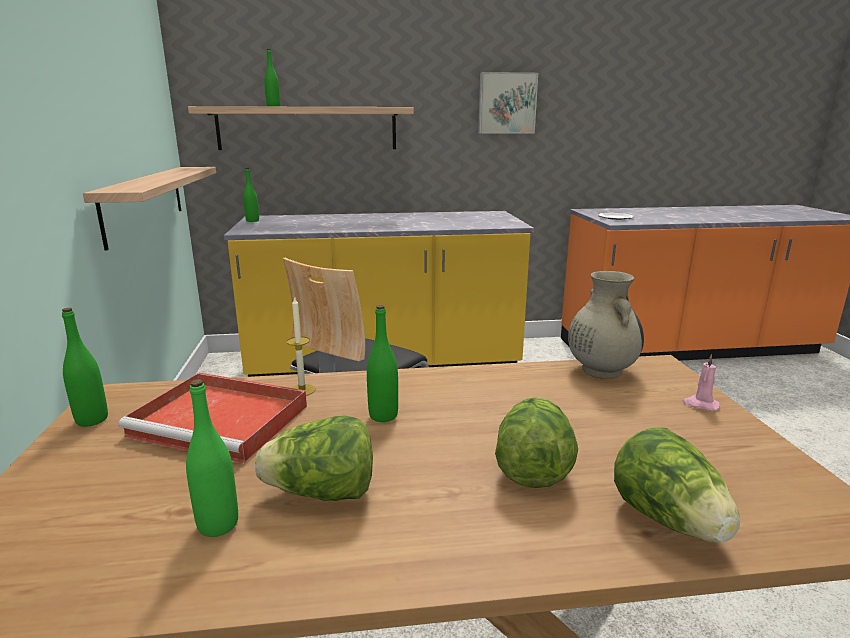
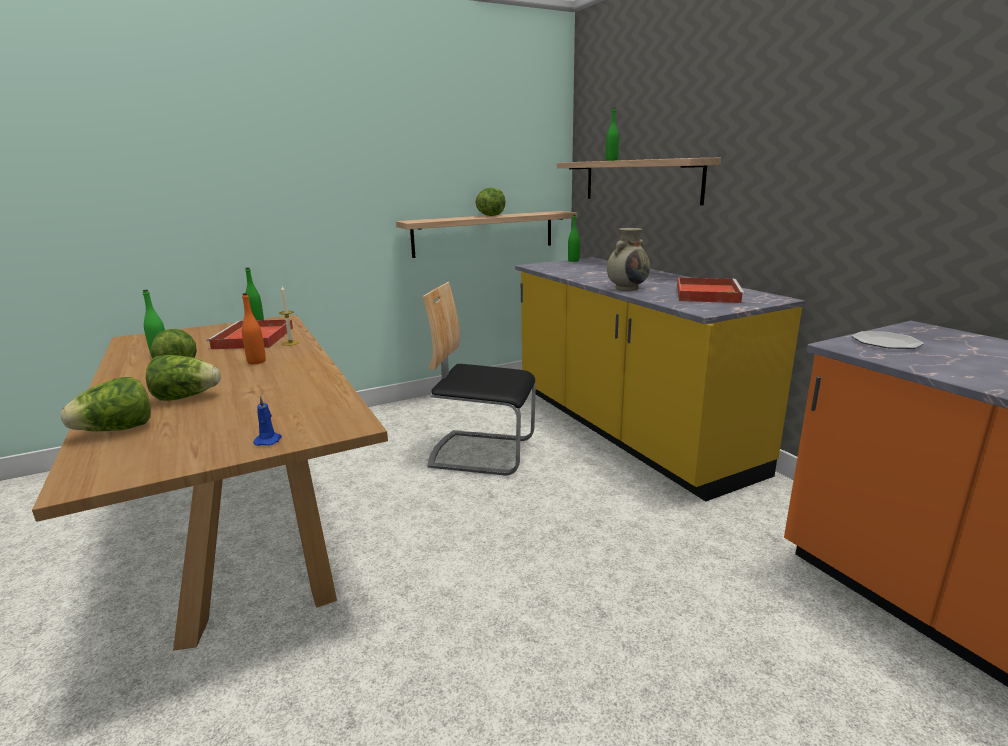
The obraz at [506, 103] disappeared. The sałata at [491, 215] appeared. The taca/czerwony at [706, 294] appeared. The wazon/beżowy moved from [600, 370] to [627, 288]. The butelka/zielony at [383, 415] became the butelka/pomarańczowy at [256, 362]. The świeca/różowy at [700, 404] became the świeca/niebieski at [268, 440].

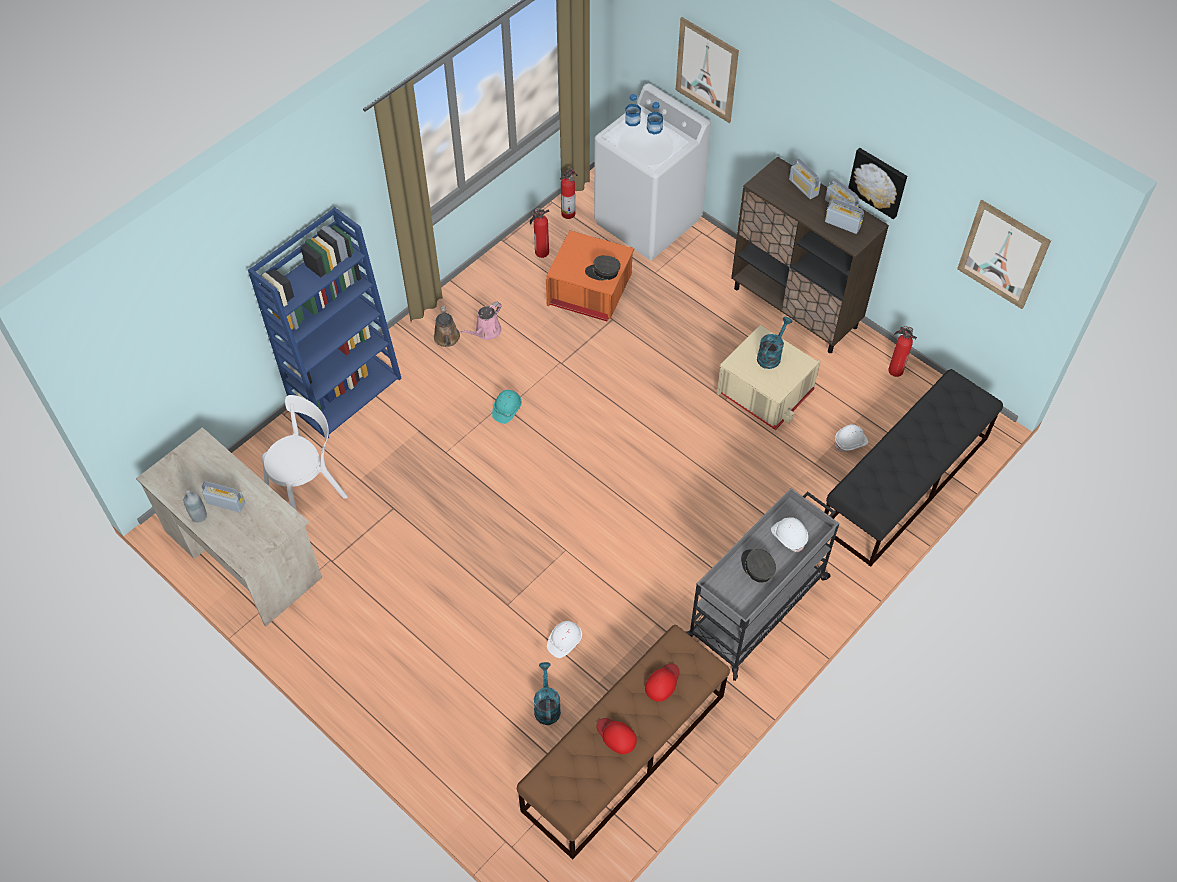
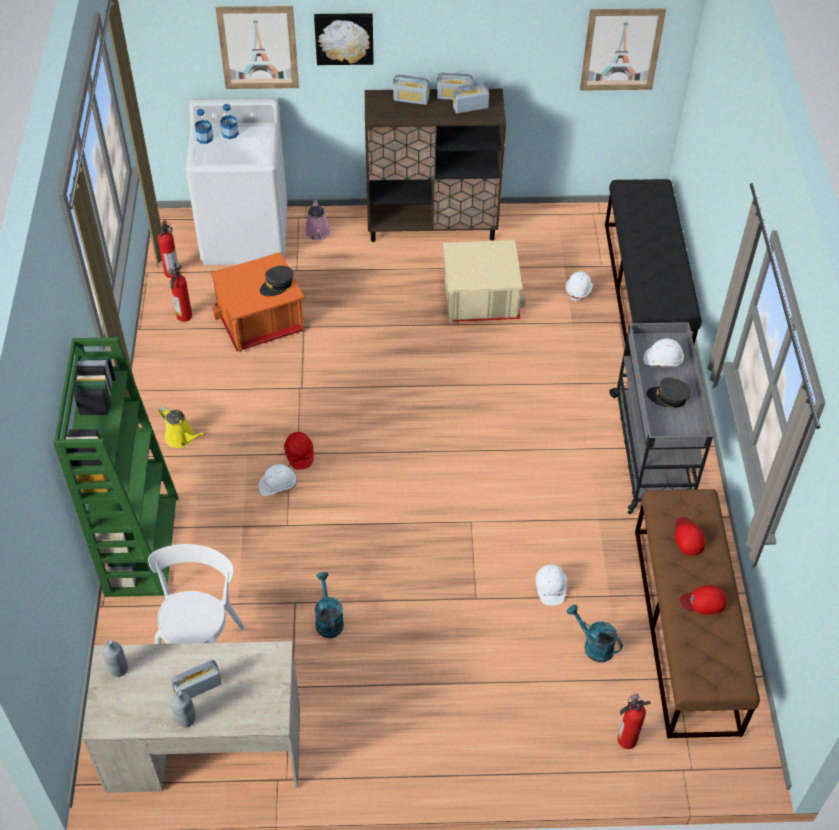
The butelka/szary at [118, 669] appeared. The kask/biały at [277, 485] appeared. The konewka/różowy moved from [486, 332] to [318, 233]. The konewka/turkusowy moved from [771, 355] to [328, 619]. The obraz moved from [878, 182] to [344, 37]. The gaśnica moved from [894, 370] to [625, 740]. The regał/niebieski at [346, 392] became the regał/zielony at [141, 544]. The konewka/brązowy at [447, 339] became the konewka/żółty at [181, 437]. The kask/turkusowy at [507, 409] became the kask/czerwony at [299, 454].

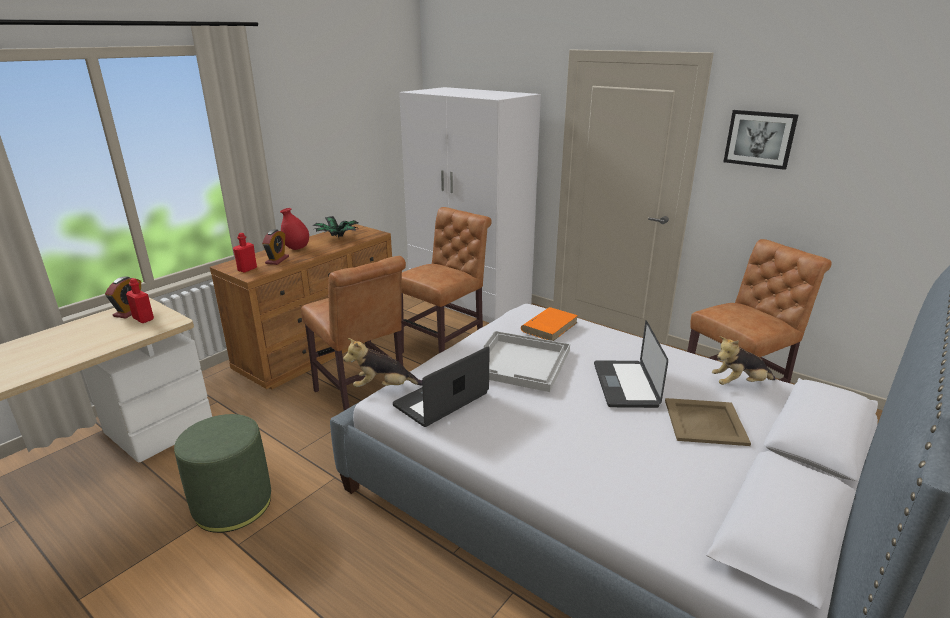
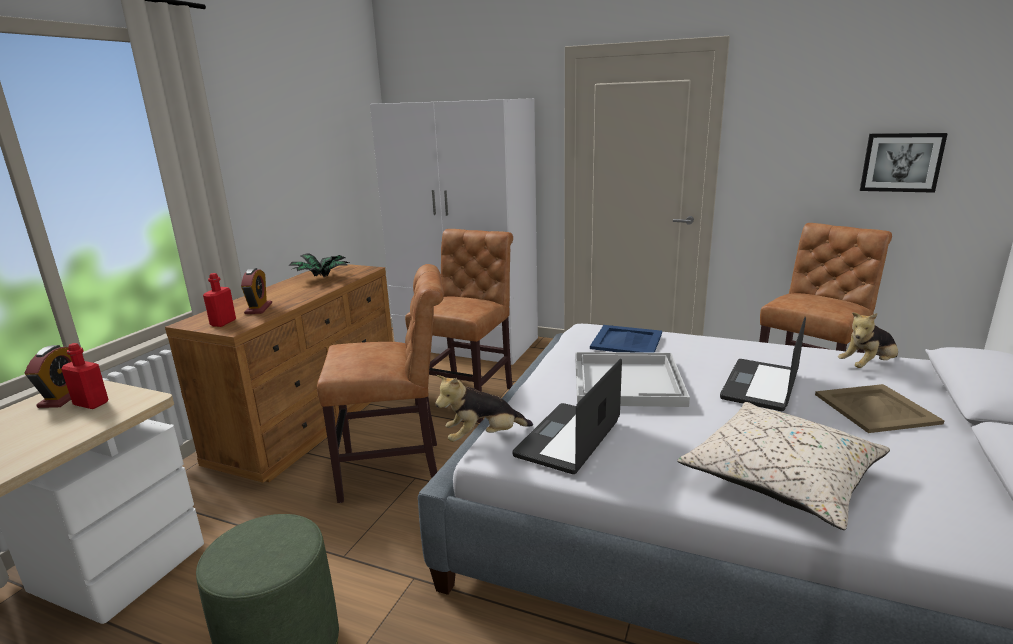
The wazon/czerwony at [297, 248] disappeared. The poduszka/beżowy at [782, 478] appeared. The obraz moved from [759, 139] to [901, 162]. The książka/pomarańczowy at [549, 326] was replaced by the taca/niebieski at [627, 341]. The krzesło/brązowy at [362, 398] turned 45 degrees counterclockwise. The laptop at [625, 385] turned 45 degrees clockwise.

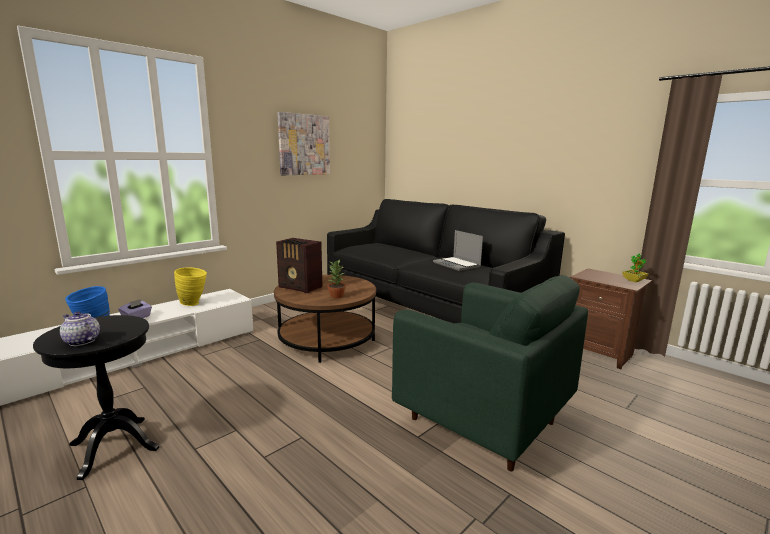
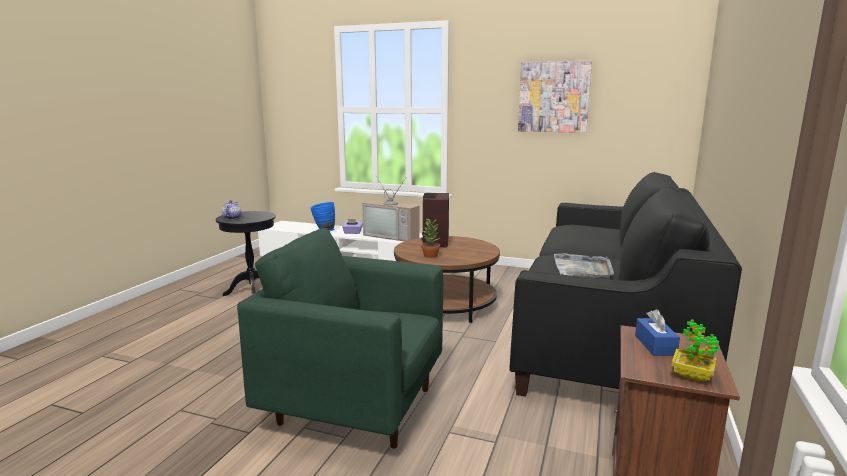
The pudełko chusteczek/niebieski at [655, 345] appeared. The wazon/żółty at [194, 304] was replaced by the telewizor at [393, 236]. The laptop at [457, 265] was replaced by the taca/szary at [583, 269]. The fotel/zielony at [483, 422] turned 90 degrees clockwise.

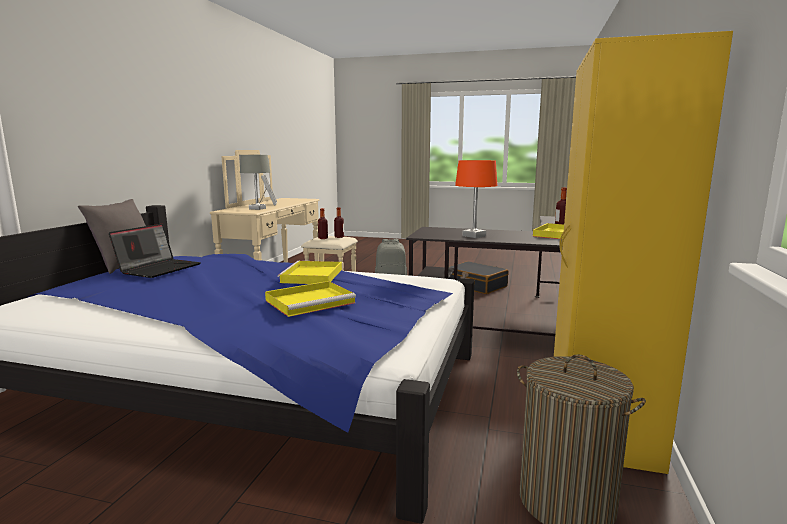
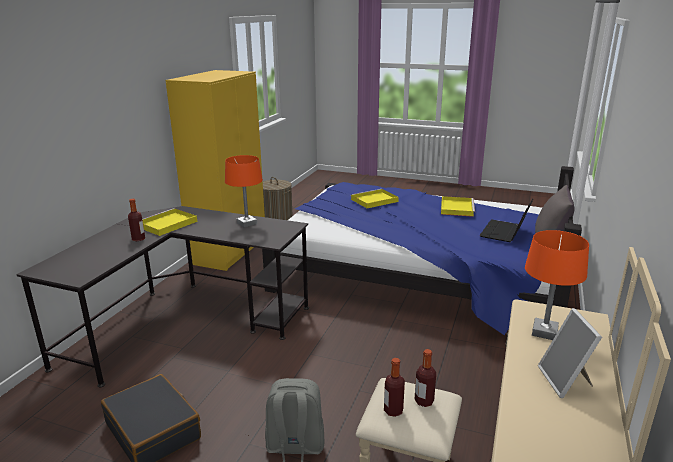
The taca/żółty moved from [312, 276] to [456, 208]. The lampa stołowa/szary at [257, 208] became the lampa stołowa/pomarańczowy at [544, 332].

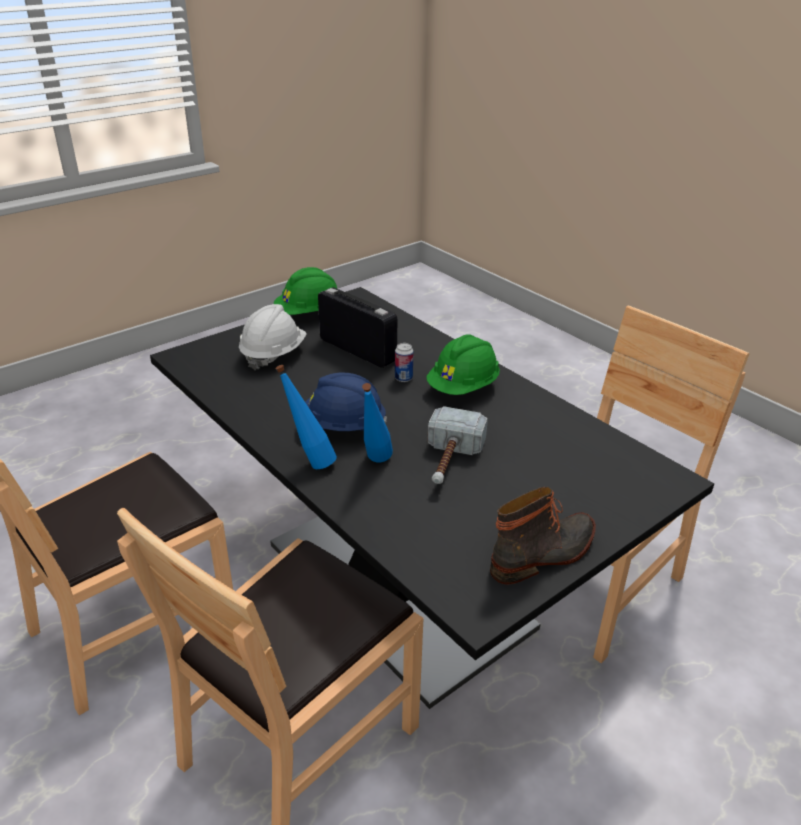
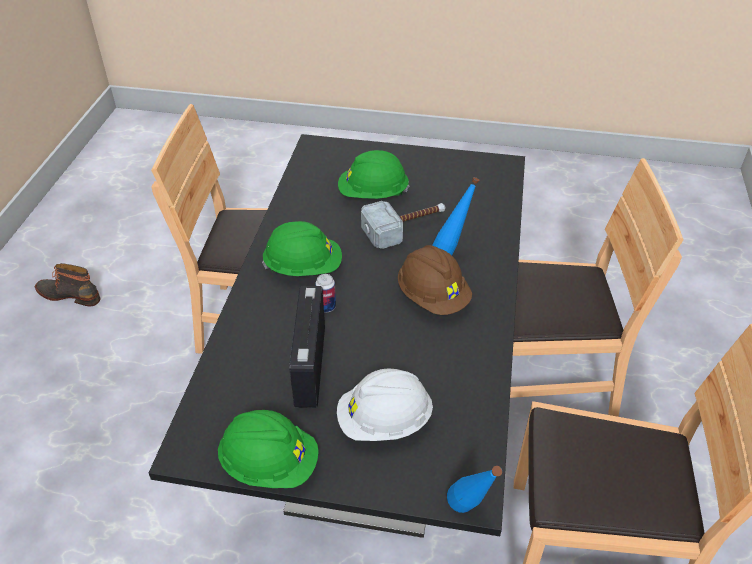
The kask/zielony at [373, 194] appeared. The butelka/niebieski moved from [309, 462] to [469, 515]. The but z cholewką moved from [544, 555] to [70, 294]. The kask/niebieski at [342, 427] became the kask/brązowy at [432, 297].

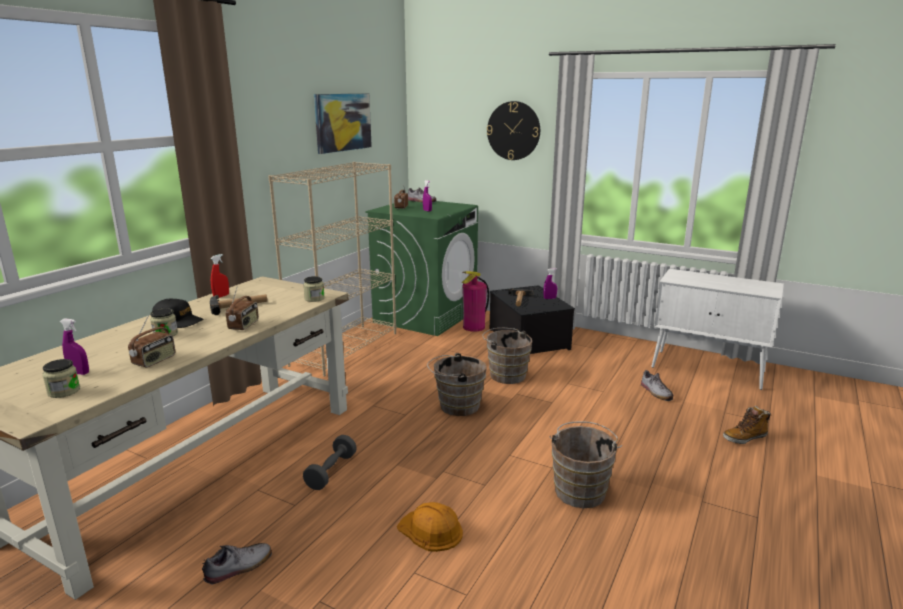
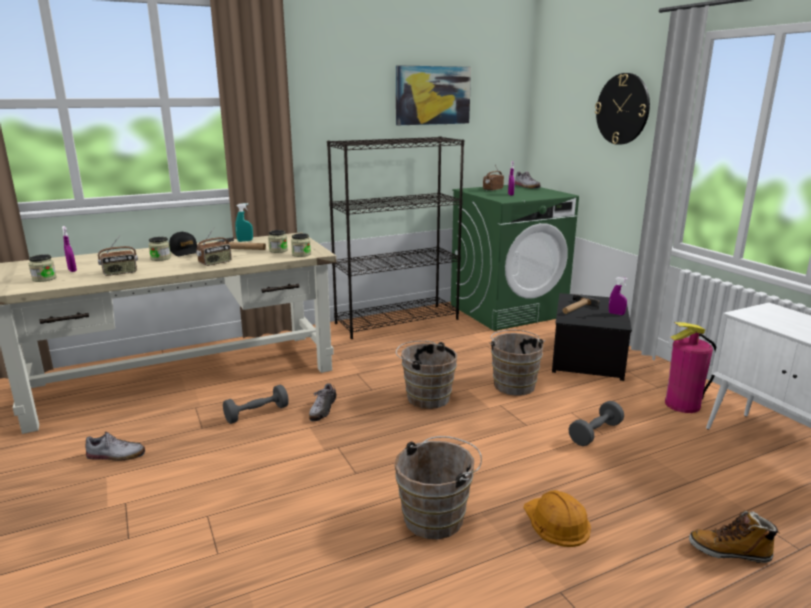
The słoik at [278, 250] appeared. The hantel/szary at [595, 433] appeared. The kask/pomarańczowy moved from [430, 530] to [556, 522]. The gaśnica moved from [474, 327] to [682, 405]. The but moved from [656, 392] to [322, 410]. The spryskiwacz/czerwony at [221, 296] became the spryskiwacz/turkusowy at [245, 241]. The regał/beżowy at [345, 348] became the regał/czarny at [397, 321].

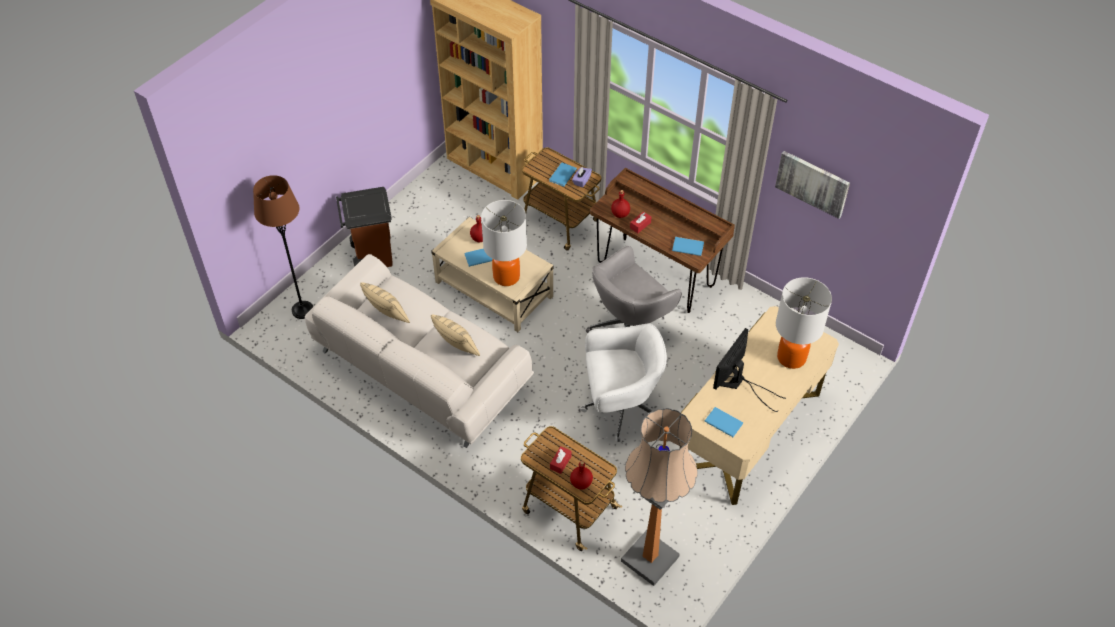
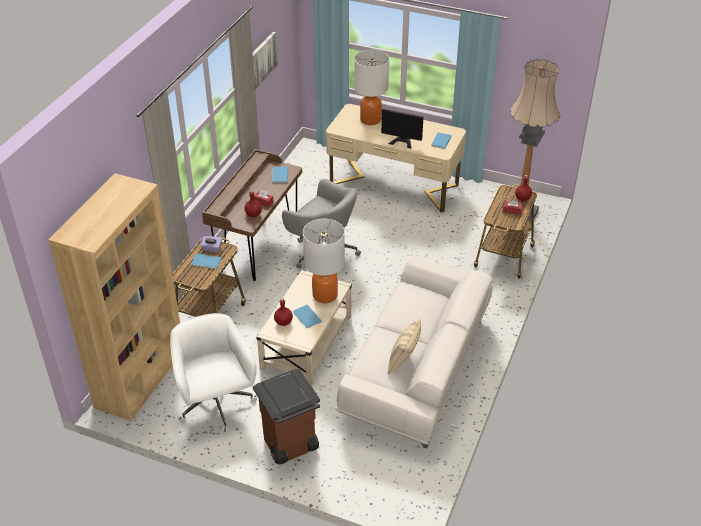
The lampa stojąca/brązowy at [302, 310] disappeared. The poduszka/beżowy at [456, 349] disappeared. The krzesło biurowe/biały moved from [620, 407] to [216, 405].

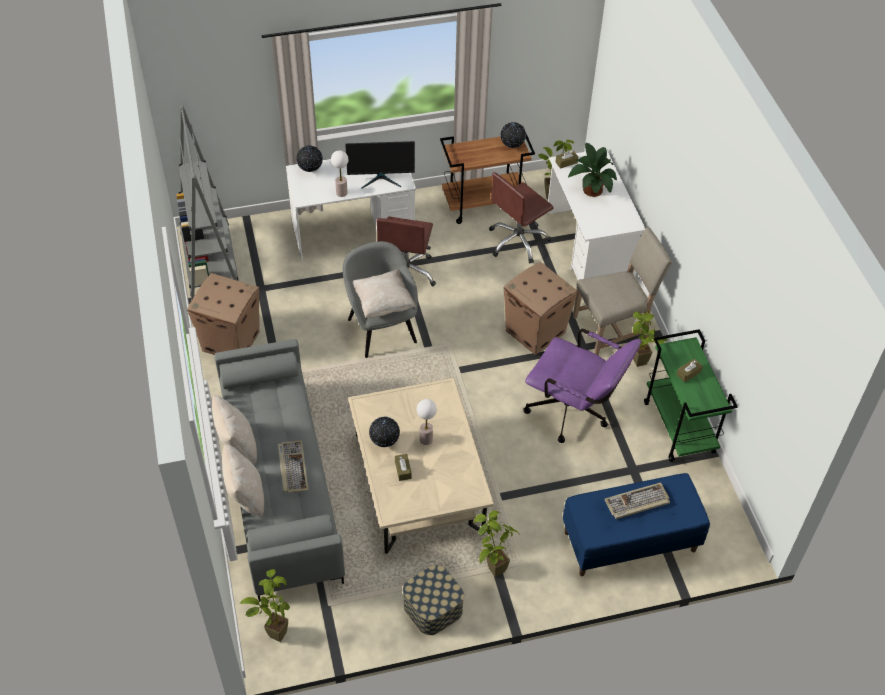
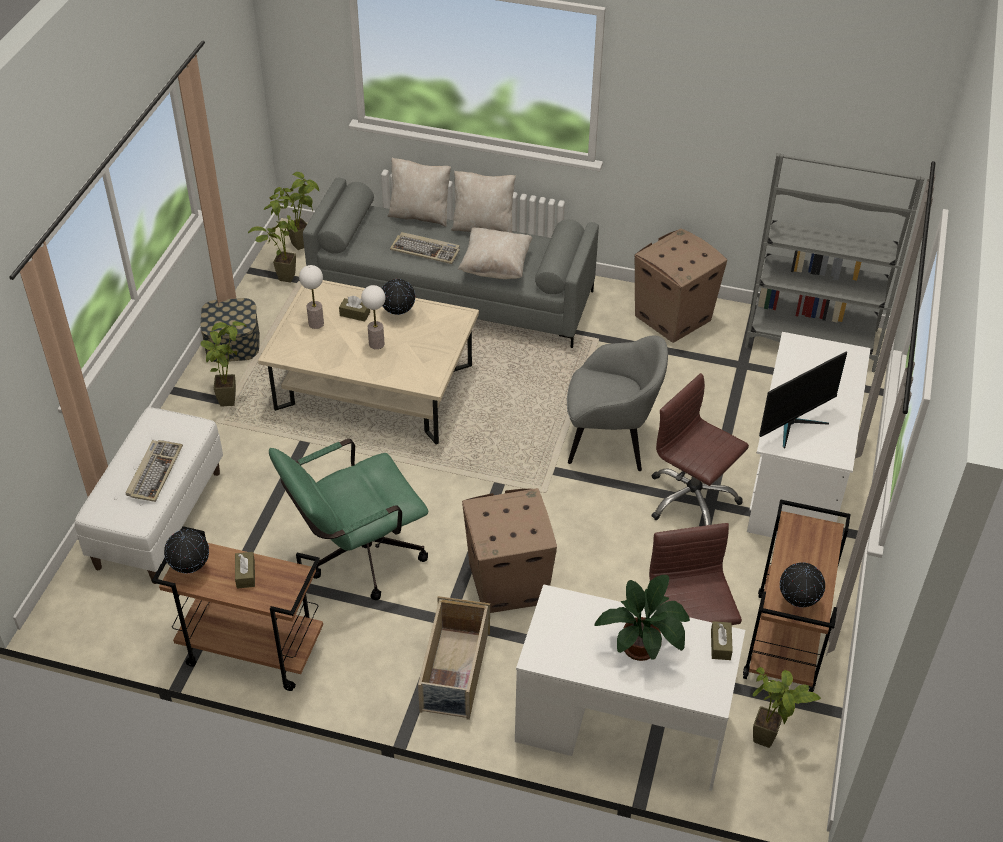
The globus moved from [310, 171] to [190, 569]. The lampa stołowa moved from [342, 193] to [316, 323]. The poduszka/beżowy moved from [383, 304] to [495, 267]. The roślina doniczkowa moved from [640, 366] to [281, 275]. The krzesło/beżowy at [613, 328] was replaced by the pojemnik do przechowywania/beżowy at [454, 672]. The krzesło biurowe/fioletowy at [574, 413] became the krzesło biurowe/zielony at [356, 558]. The ławka/niebieski at [629, 542] became the ławka/biały at [159, 518]. The wózek/zielony at [679, 428] became the wózek/brązowy at [251, 651]. The monitor at [381, 179] turned 150 degrees counterclockwise.

